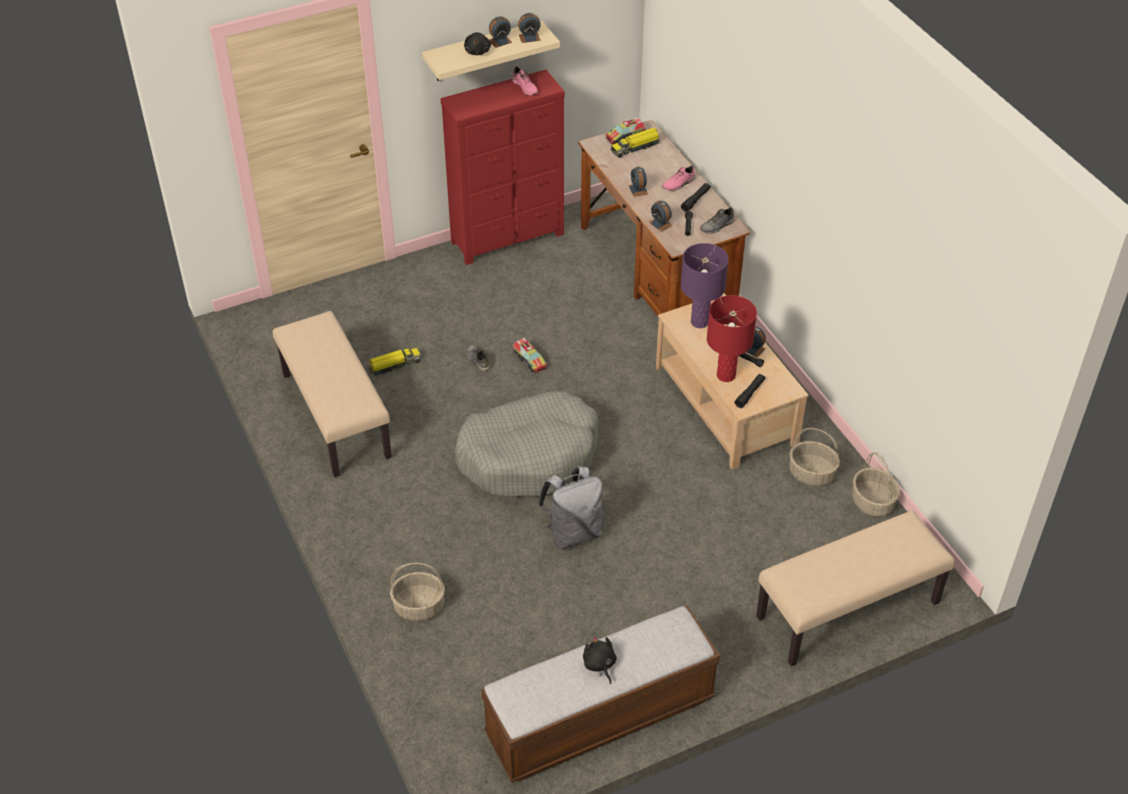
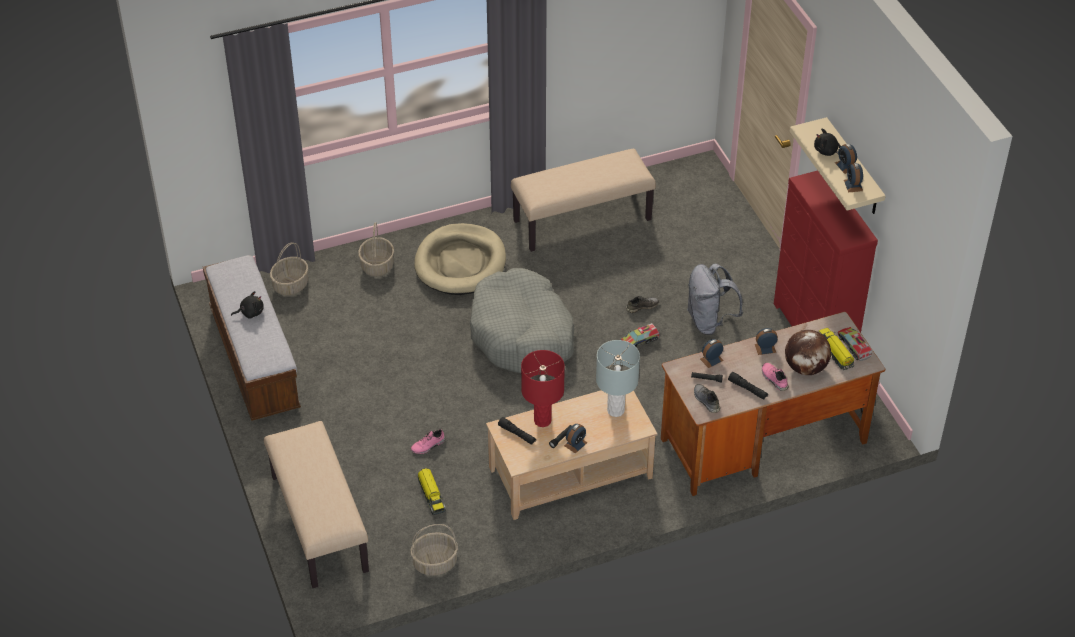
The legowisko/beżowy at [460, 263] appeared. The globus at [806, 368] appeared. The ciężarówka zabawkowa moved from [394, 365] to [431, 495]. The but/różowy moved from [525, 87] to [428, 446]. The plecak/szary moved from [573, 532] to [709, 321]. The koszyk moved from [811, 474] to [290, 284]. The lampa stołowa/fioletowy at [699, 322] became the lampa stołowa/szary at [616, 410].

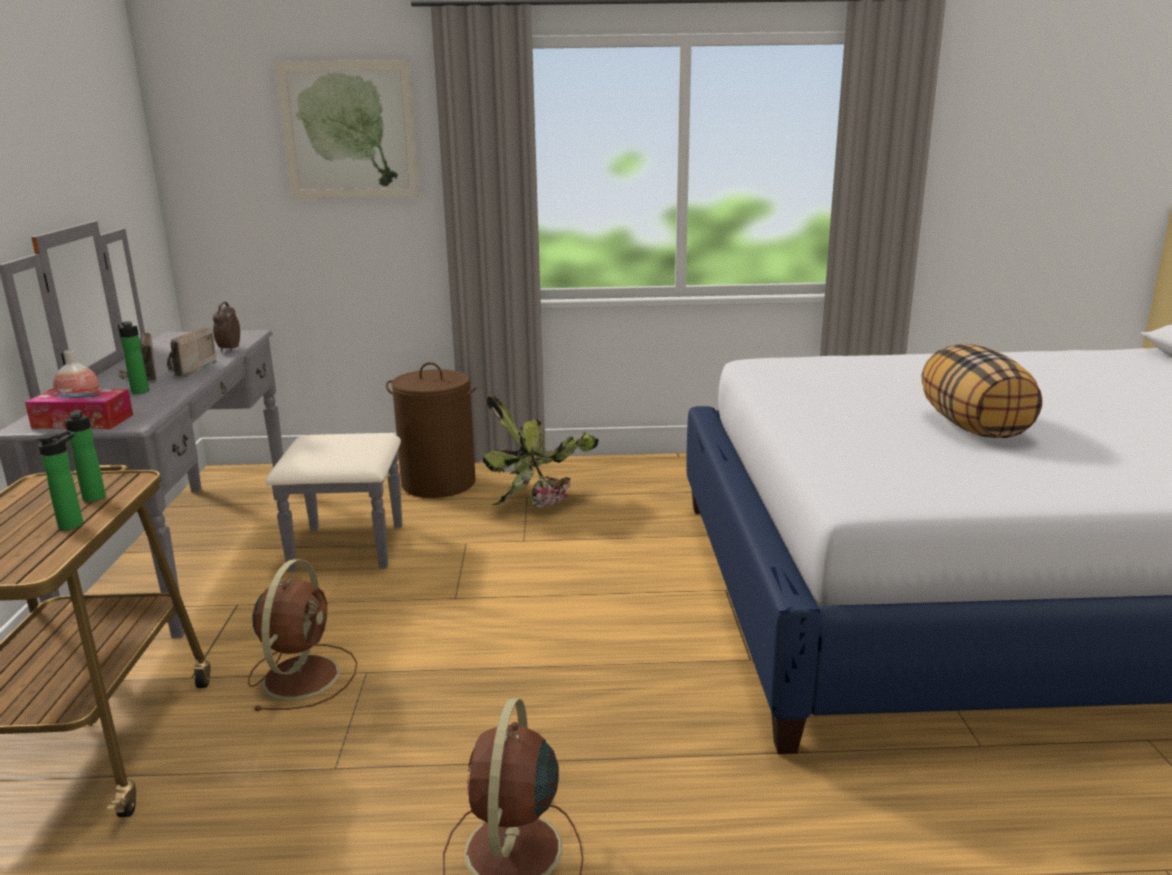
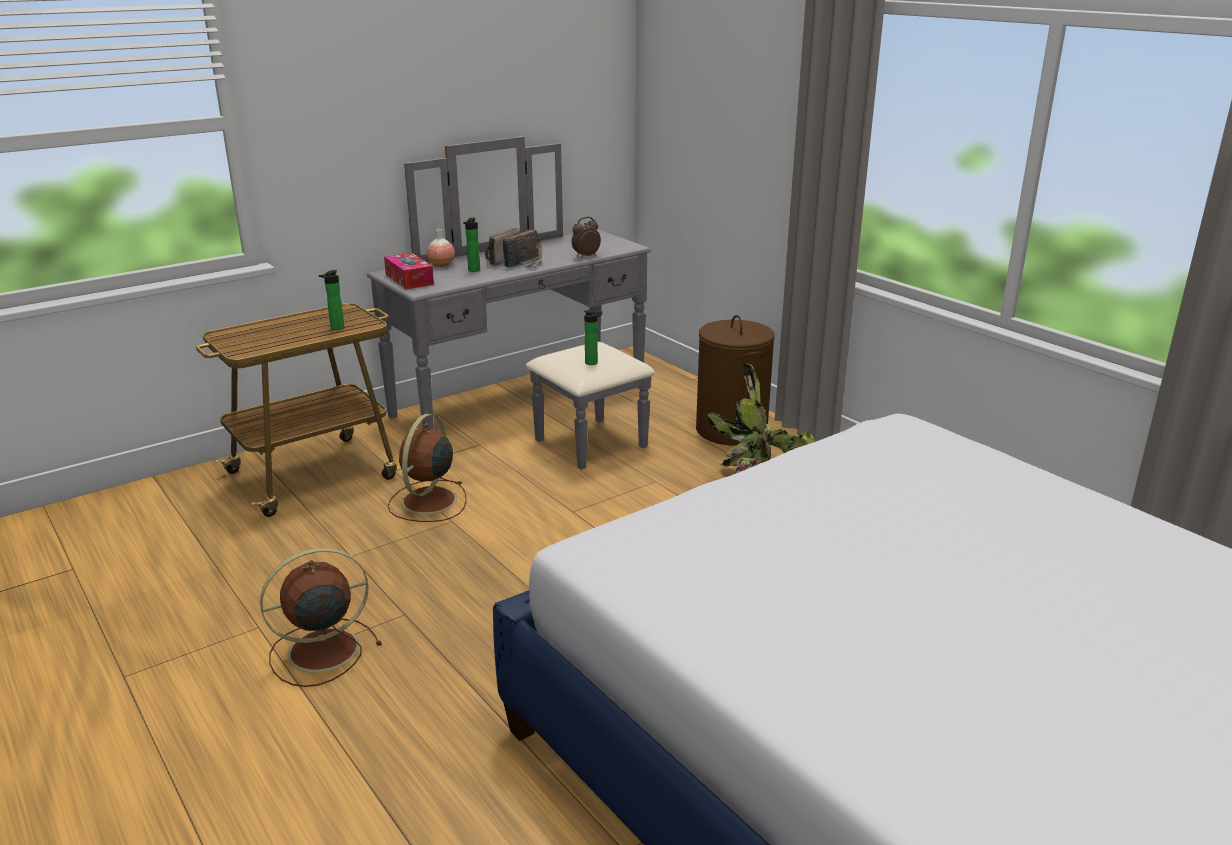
The obraz at [349, 131] disappeared. The poduszka at [974, 427] disappeared. The butelka moved from [75, 524] to [593, 363]. The radio at [187, 371] turned 150 degrees clockwise. The wentylator/brązowy at [302, 675] turned 135 degrees clockwise.

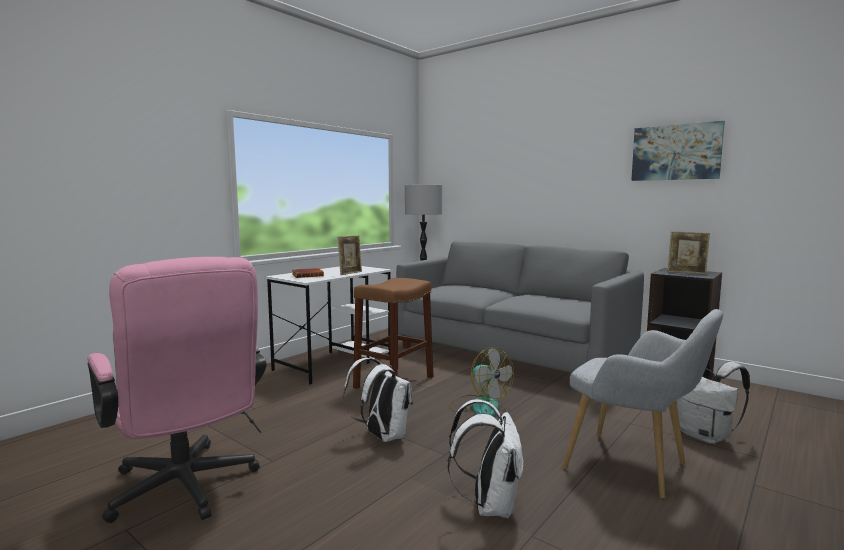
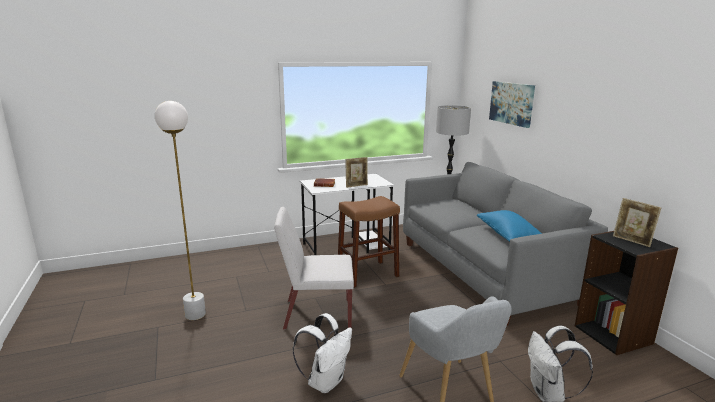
The wentylator at [479, 405] disappeared. The poduszka/niebieski at [508, 236] appeared. The obraz moved from [676, 152] to [511, 103]. The krzesło biurowe/różowy at [186, 490] was replaced by the lampa stojąca/biały at [195, 315]. The plecak/biały at [382, 436] was replaced by the krzesło/biały at [316, 314].

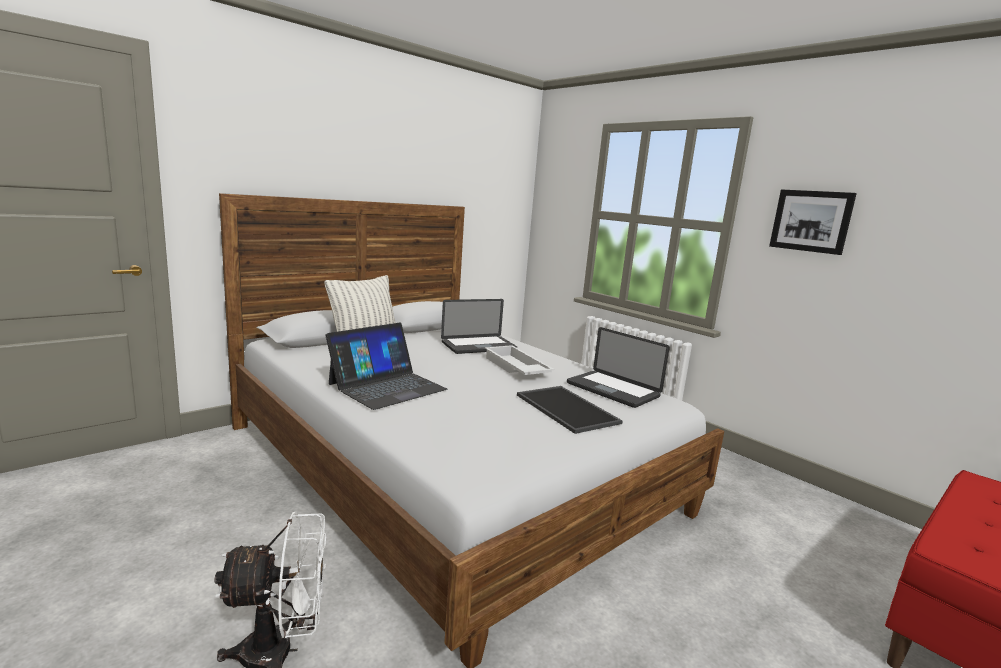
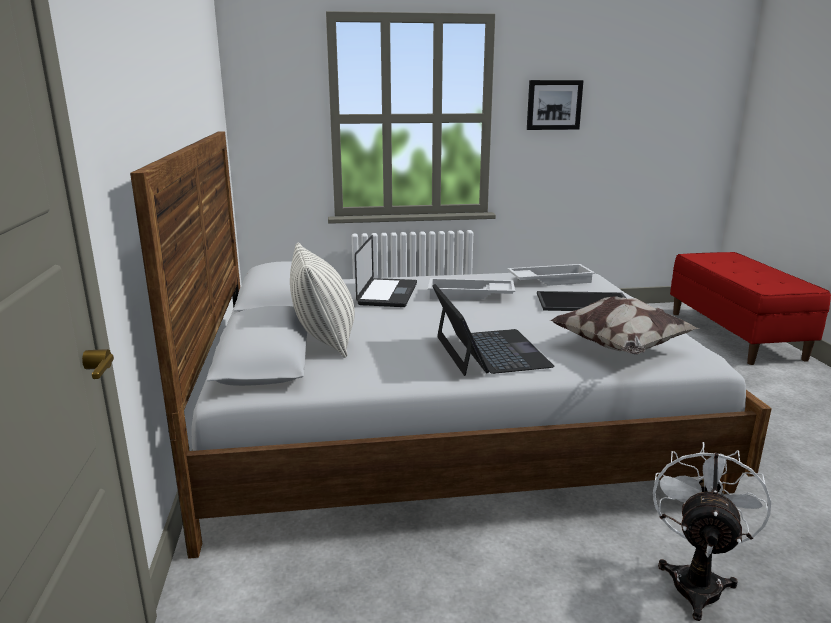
The poduszka at [620, 348] appeared. The laptop at [612, 390] was replaced by the taca/biały at [550, 280].

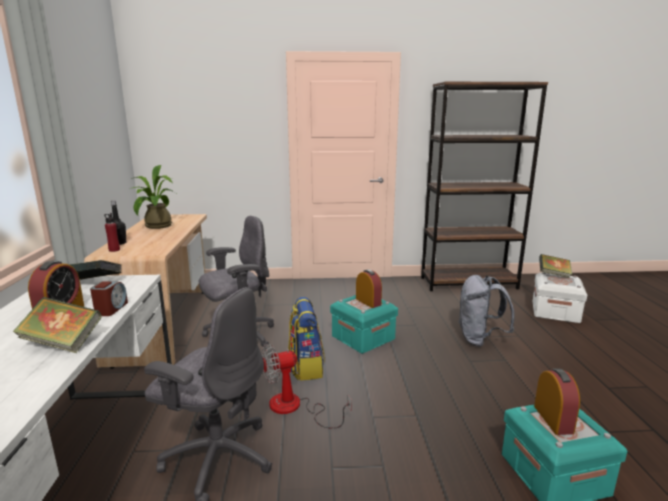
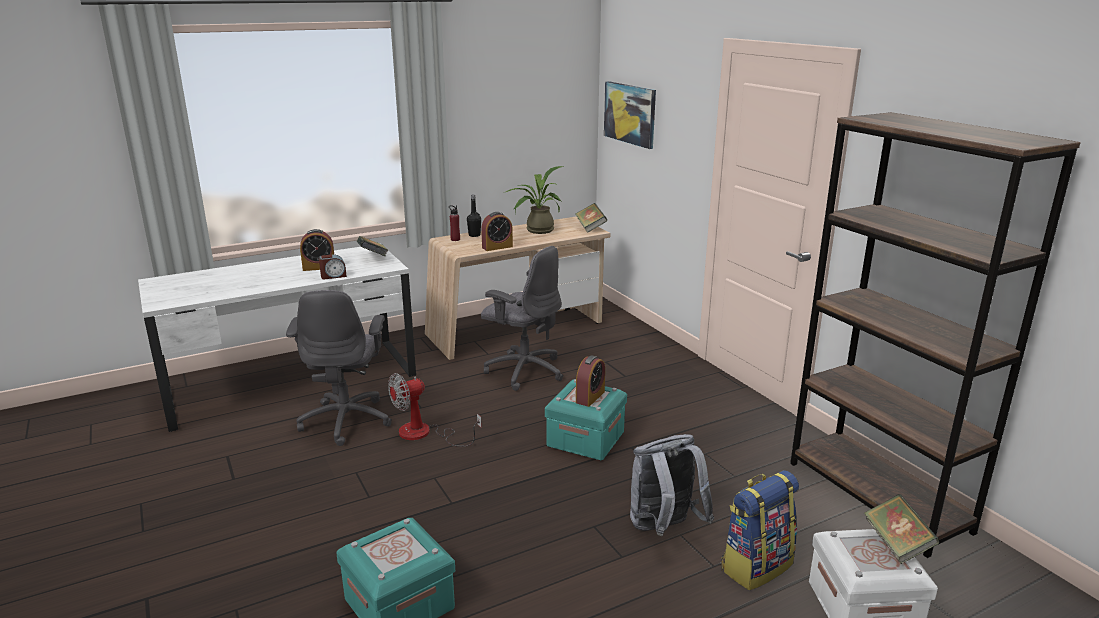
The obraz at [630, 114] appeared. The książka moved from [62, 343] to [590, 228]. The plecak moved from [305, 367] to [756, 565]. The budzik moved from [553, 419] to [497, 247]. The wentylator at [294, 408] turned 75 degrees counterclockwise.

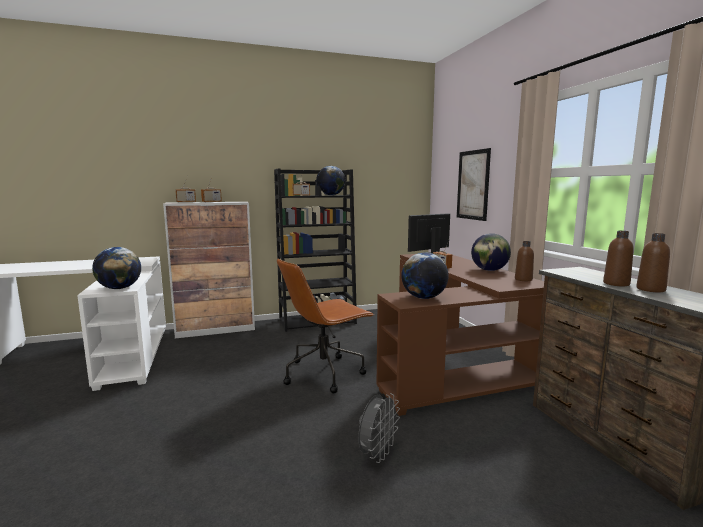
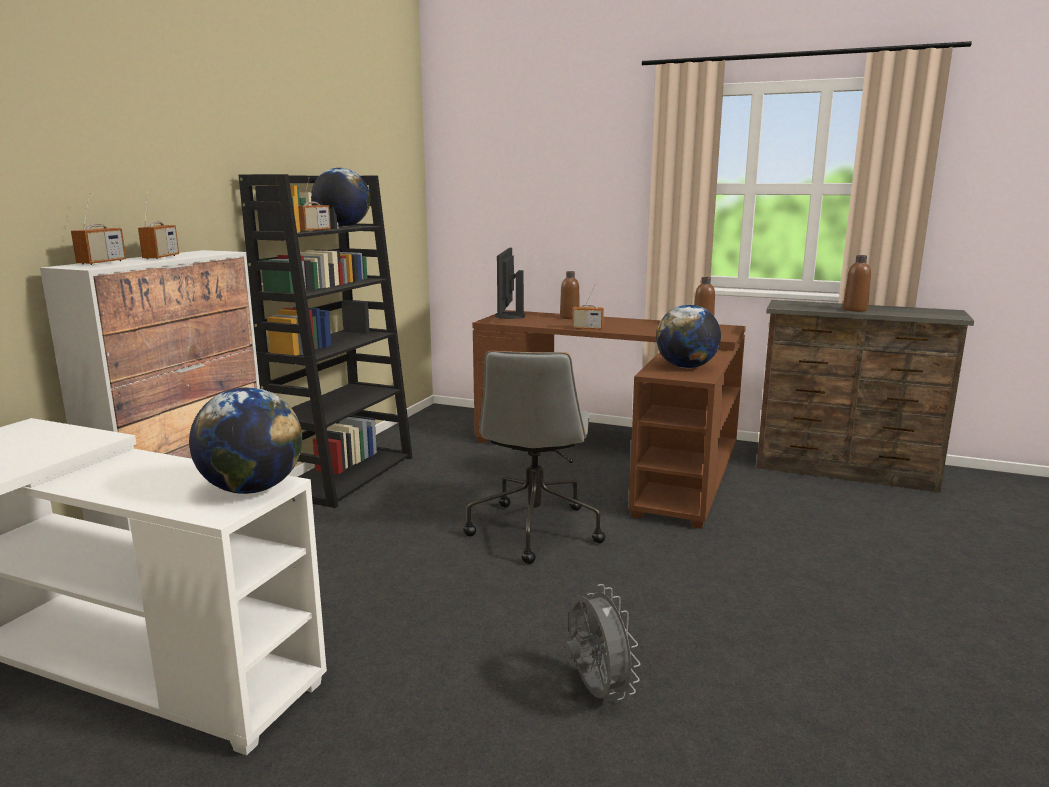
The obraz at [473, 185] disappeared. The globus at [489, 270] disappeared. The wentylator/szary moved from [377, 454] to [596, 691]. The butelka/brązowy moved from [650, 289] to [569, 317]. The krzesło biurowe/brązowy at [325, 373] became the krzesło biurowe/szary at [534, 529].

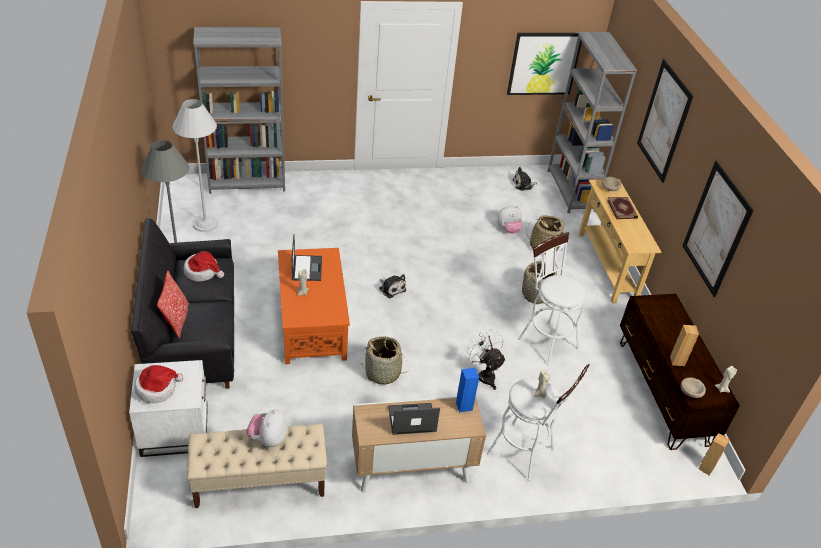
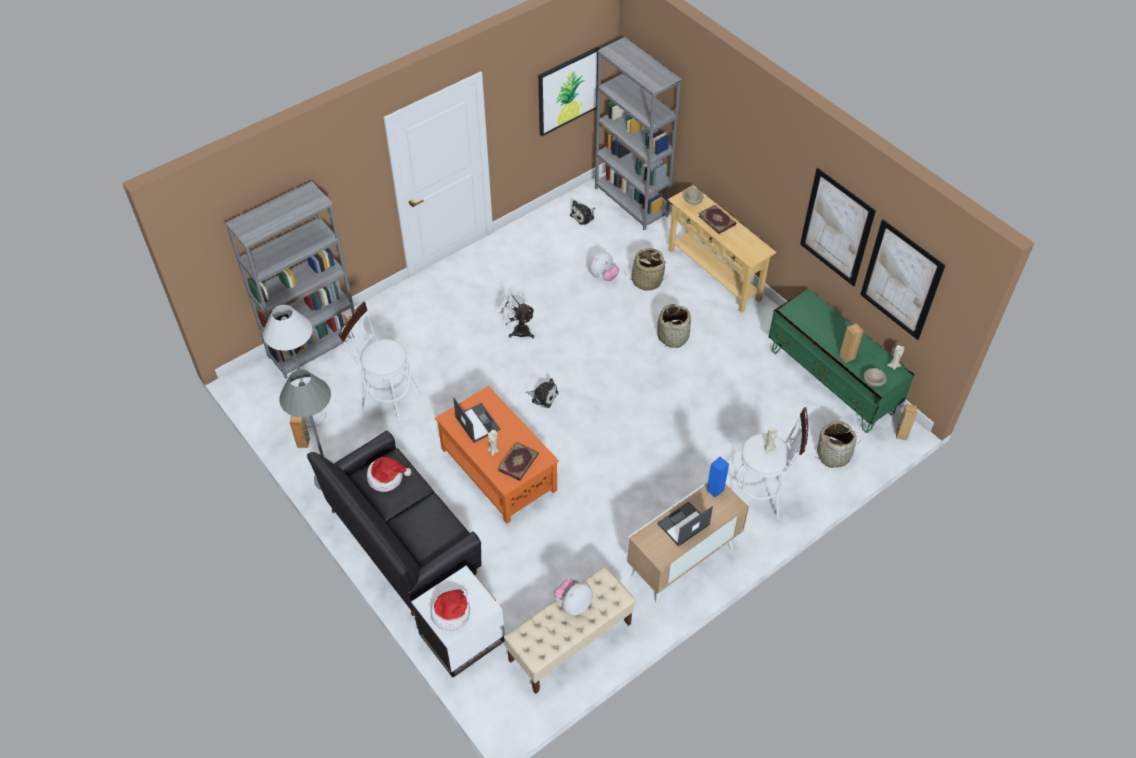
The poduszka at [176, 320] disappeared. The głośnik/brązowy at [303, 443] appeared. The książka at [518, 463] appeared. The koszyk moved from [383, 373] to [834, 454]. The wentylator/biały moved from [484, 375] to [518, 330]. The stołek/biały moved from [544, 340] to [387, 401]. The obraz moved from [663, 121] to [901, 280]. The szafka pod telewizor/brązowy at [662, 392] became the szafka pod telewizor/zielony at [831, 381]. The pluszak at [268, 439] turned 60 degrees clockwise.

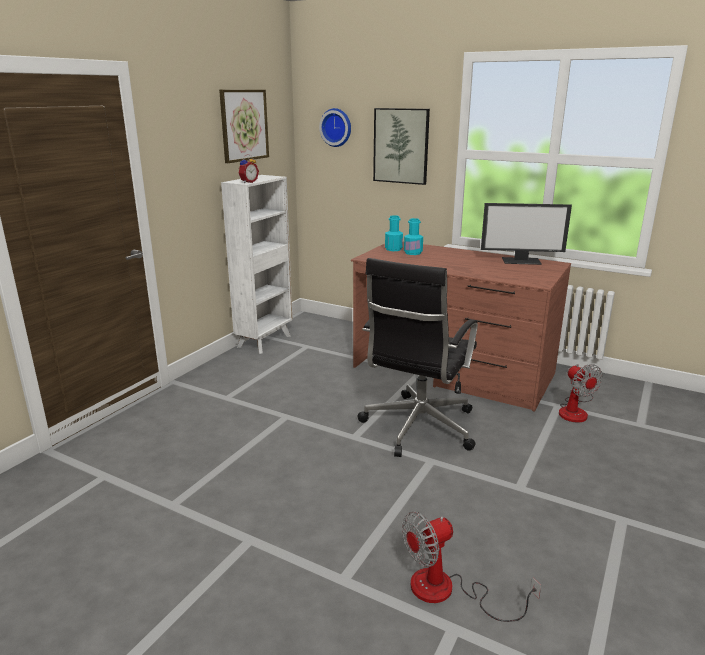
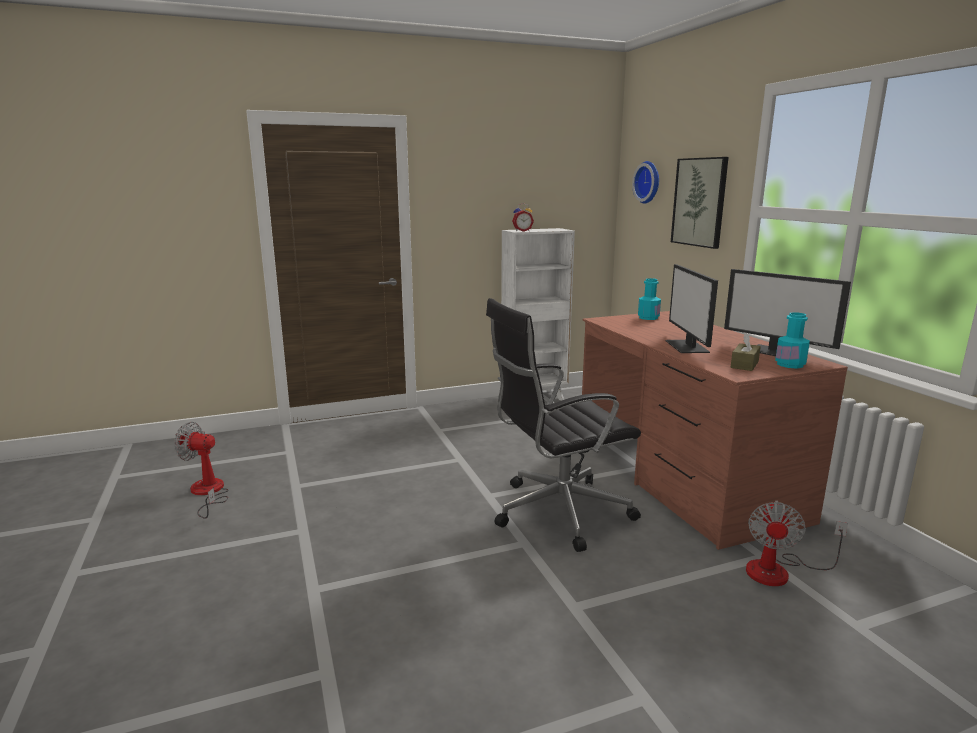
The obraz at [244, 125] disappeared. The monitor at [688, 346] appeared. The pudełko chusteczek/brązowy at [744, 364] appeared. The wentylator moved from [447, 591] to [208, 493]. The butelka/turkusowy moved from [413, 253] to [790, 364].

